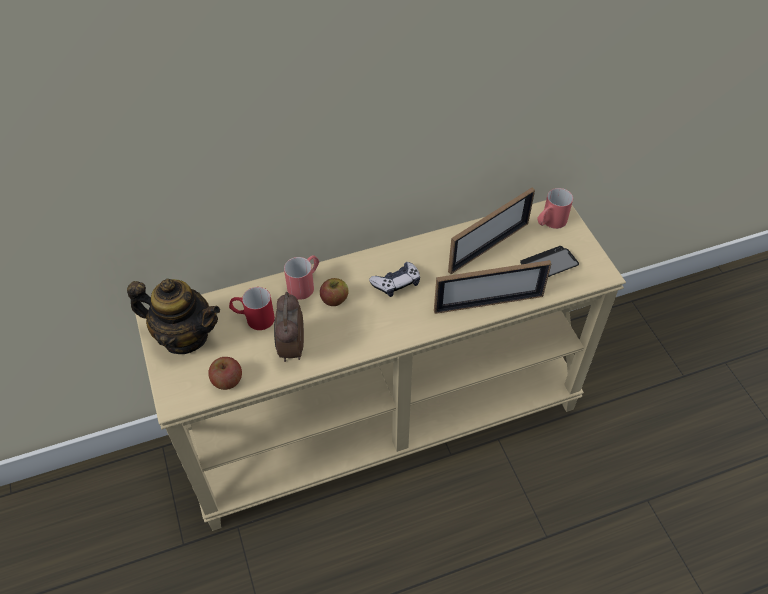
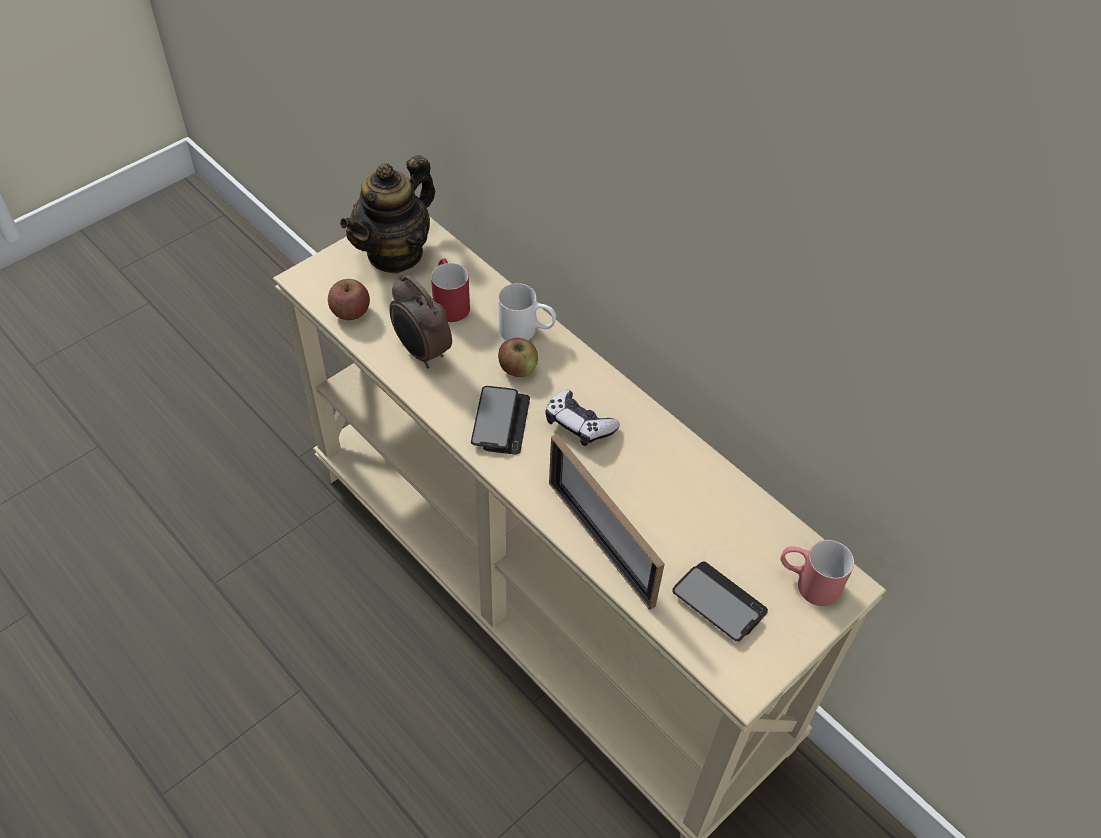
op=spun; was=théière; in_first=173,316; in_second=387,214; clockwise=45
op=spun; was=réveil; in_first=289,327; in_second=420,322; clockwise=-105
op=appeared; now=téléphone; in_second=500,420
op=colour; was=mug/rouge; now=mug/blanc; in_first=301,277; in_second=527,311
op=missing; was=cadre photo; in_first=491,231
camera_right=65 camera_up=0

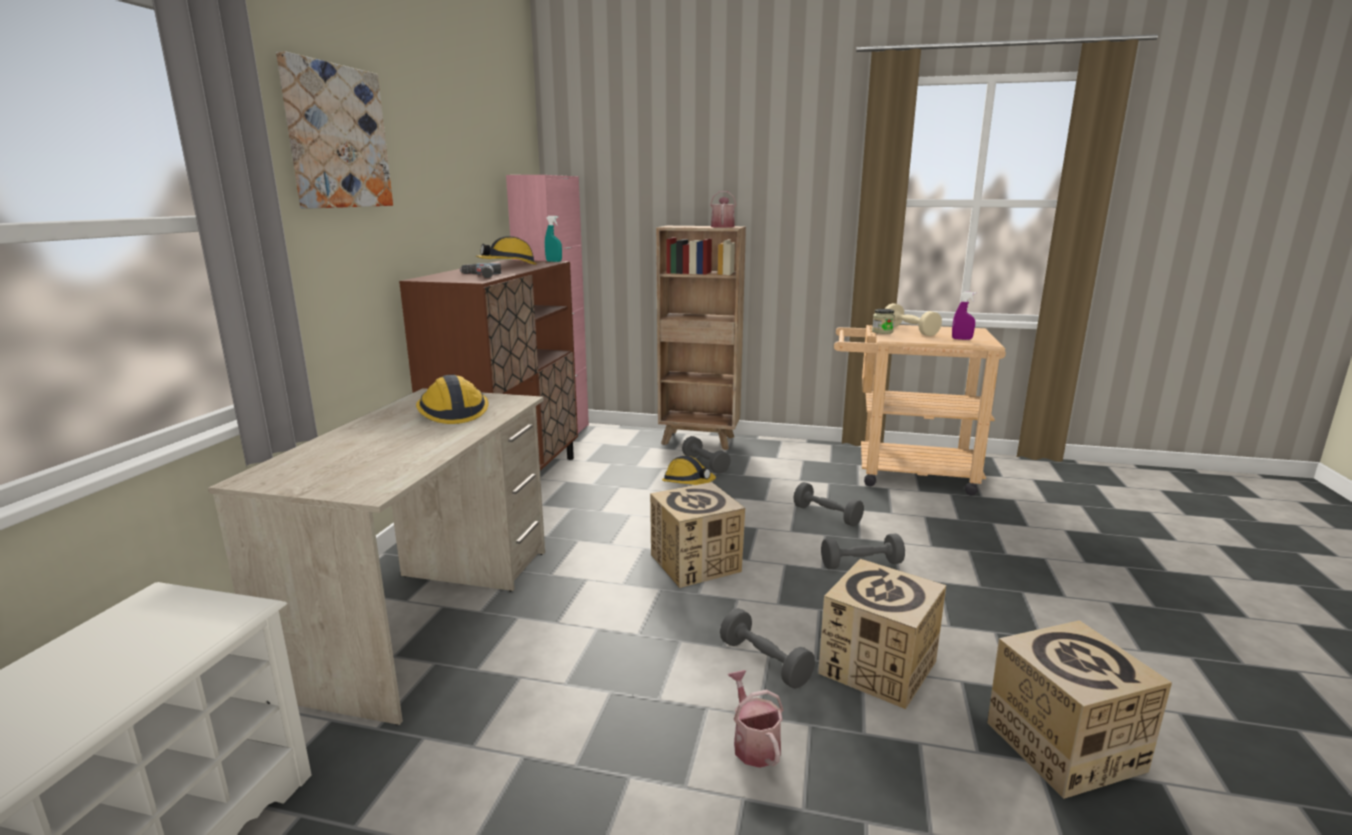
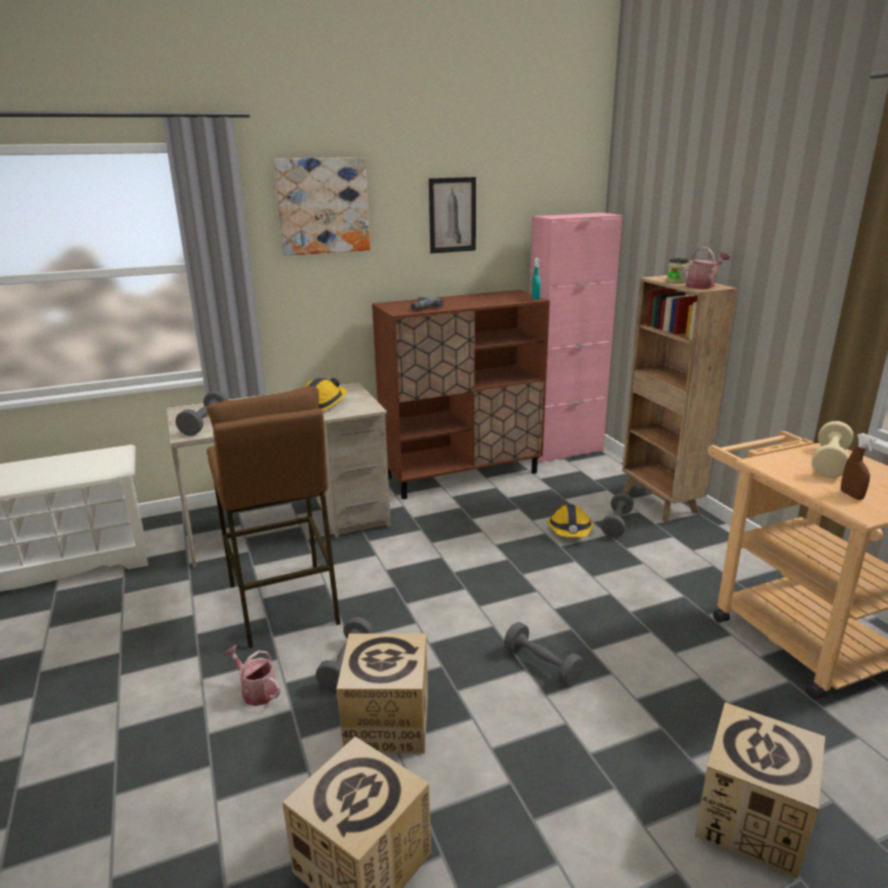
op=relocated; was=haltère/gris; in_first=828,504; in_second=202,413
op=appeared; now=tabouret/marron; in_second=273,517
op=spun; was=arrosoir; in_first=755,719; in_second=252,675; clockwise=-90
op=appeared; now=tableau; in_second=452,215
op=relocated; was=bocal; in_first=883,321; in_second=678,271
op=relocated; was=carton; in_first=697,535; in_second=760,790
op=colour; was=vaporisateur/violet; now=vaporisateur/marron; in_first=964,316; in_second=858,466
op=missing; was=casque de chantier; in_first=506,250
camera_right=55 camera_up=5

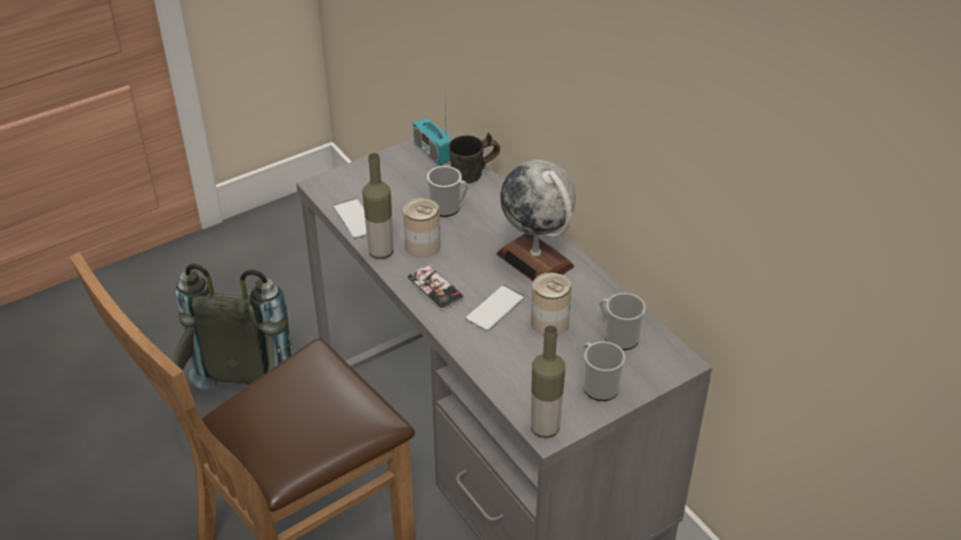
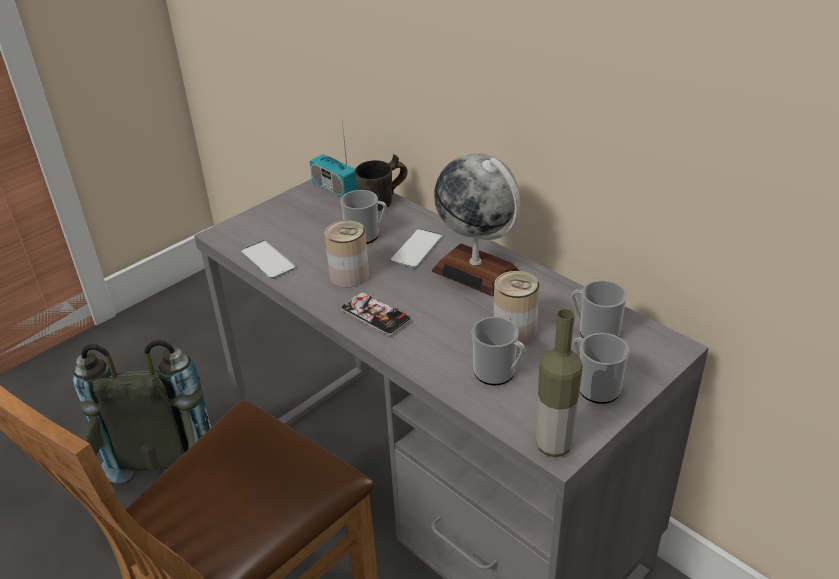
op=relocated; was=téléphone; in_first=495,308; in_second=416,248
op=appeared; now=mug; in_second=499,351
op=missing; was=bouteille; in_first=378,206
camera_right=-10 camera_up=-5

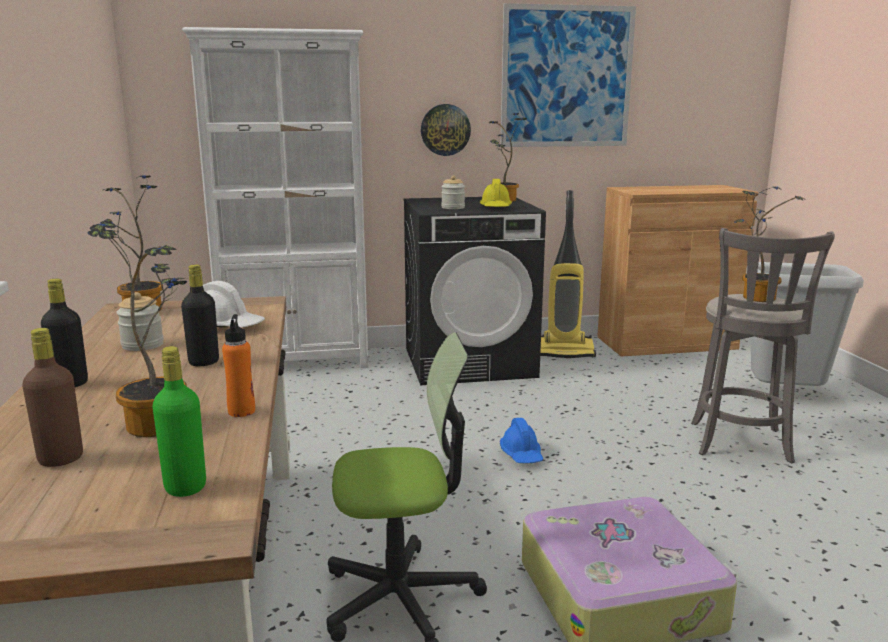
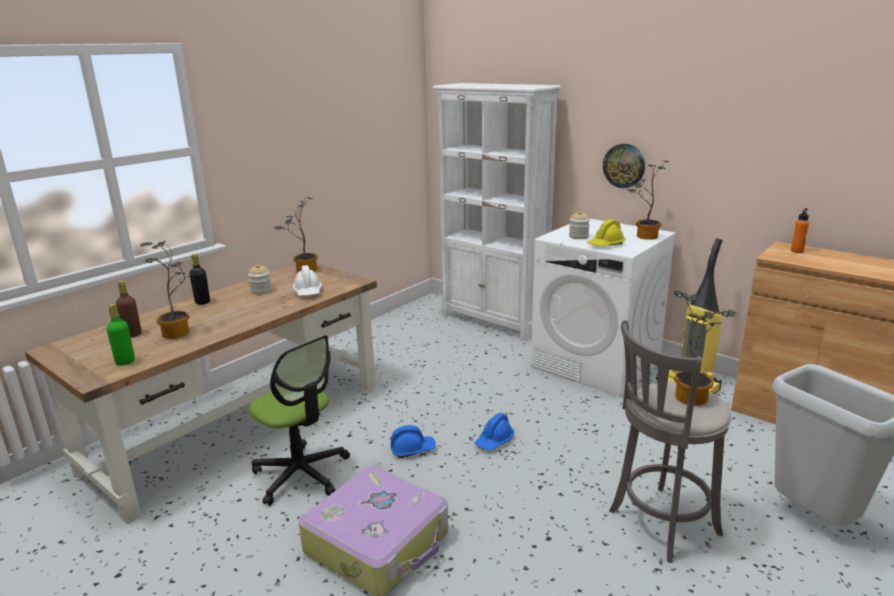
op=appeared; now=casque de chantier/bleu; in_second=413,441
op=colour; was=lave-linge/noir; now=lave-linge/blanc; in_first=475,291; in_second=603,308
op=relocated; was=bouteille/orange; in_first=238,365; in_second=800,230
op=missing; was=bouteille/noir; in_first=200,315
op=missing; was=tableau; in_first=568,75
camera_right=50 camera_up=5

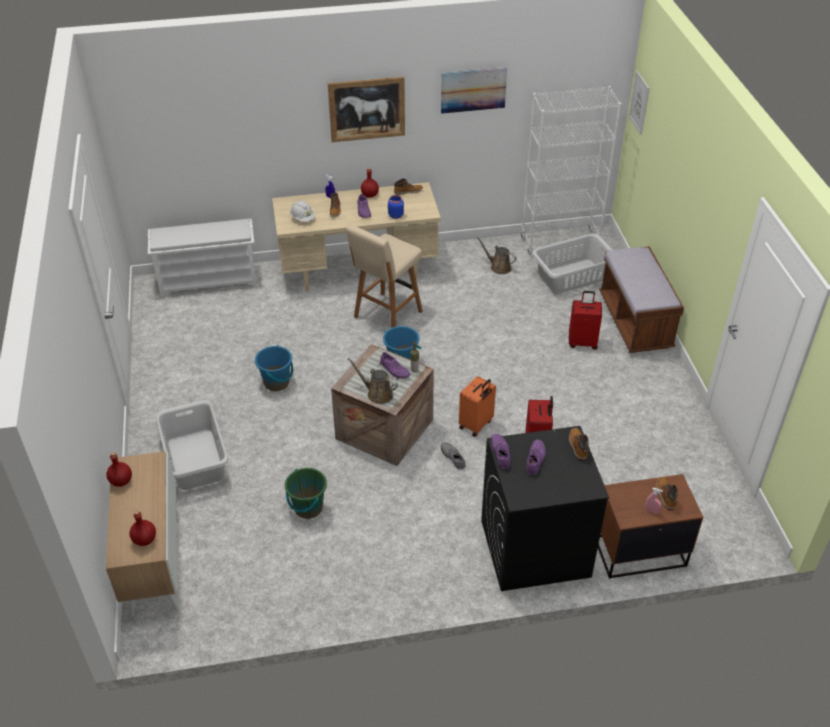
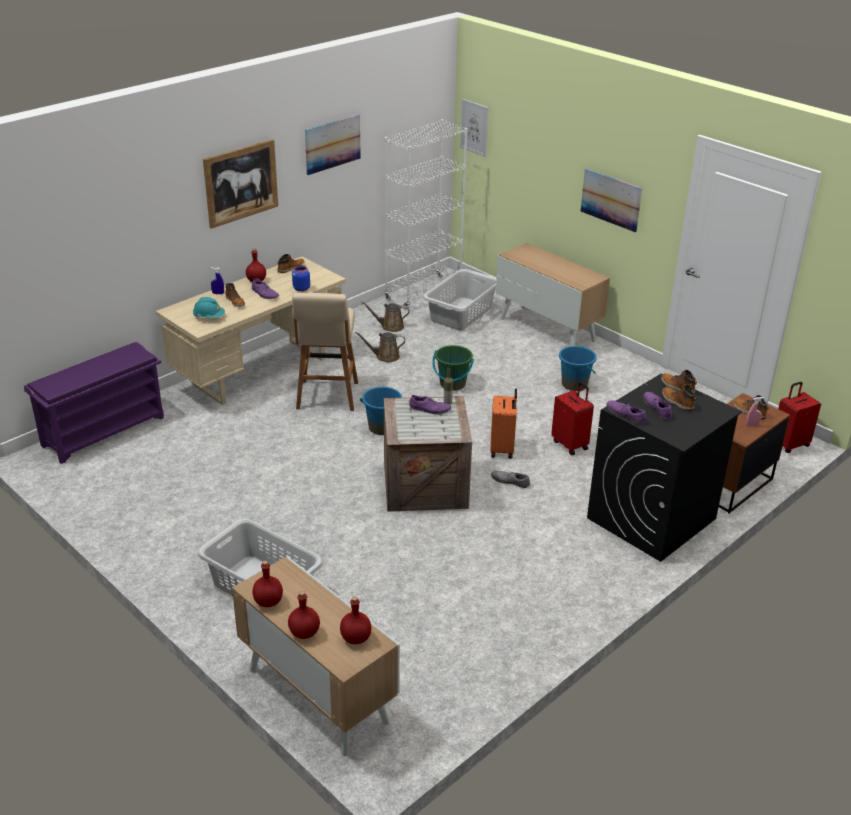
op=colour; was=étagère à chaussures/blanc; now=étagère à chaussures/violet; in_first=202,258; in_second=94,403
op=colour; was=casque de chantier/blanc; now=casque de chantier/turquoise; in_first=302,211; in_second=209,307
op=appeared; now=bouteille/rouge; in_second=304,615
op=relocated; was=arrosoir/marron; in_first=372,381; in_second=380,347
op=relocated; was=seau/vert; in_first=306,493; in_second=453,368
op=exchanged; was=banc/marron; now=meuble de rangement; in_first=641,299; in_second=553,294
op=relocated; was=seau/bleu; in_first=274,368; in_second=578,368
op=appeared; now=tableau; in_second=611,200
op=appeared; now=botte; in_second=679,398
op=relocated; was=valise/rouge; in_first=585,320; in_second=799,417
camera_right=-35 camera_up=-10

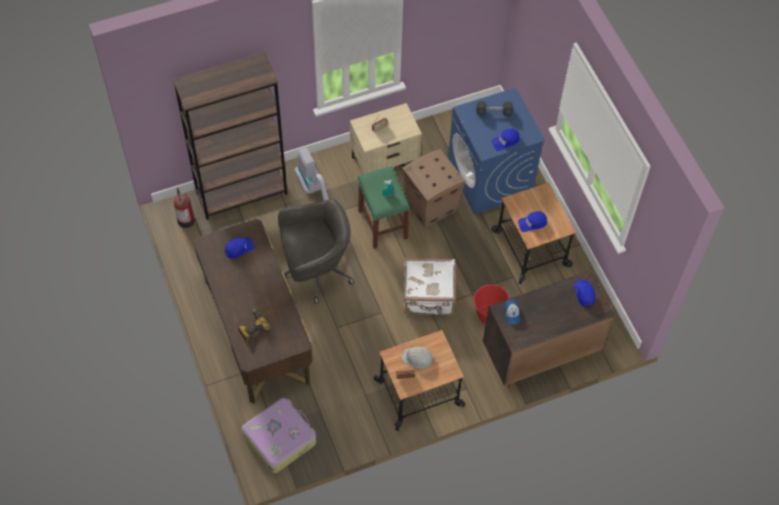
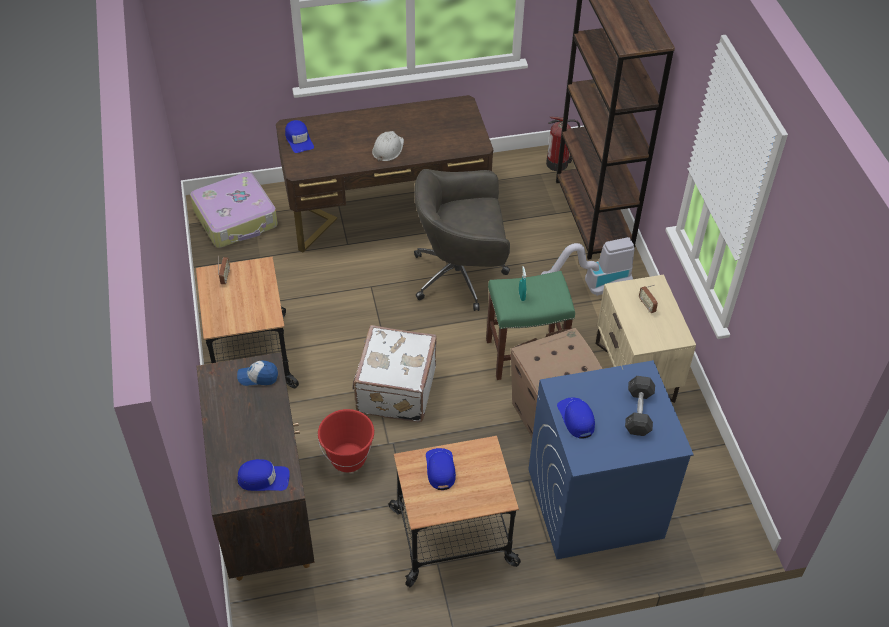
op=relocated; was=casquette/bleu; in_first=239,248; in_second=299,136
op=relocated; was=casque de chantier/blanc; in_first=418,358; in_second=388,146
op=spun; was=chaise de bureau/gris; in_first=316,251; in_second=462,240; clockwise=90
op=missing; was=perceuse; in_first=254,325
camera_right=100 camera_up=-10

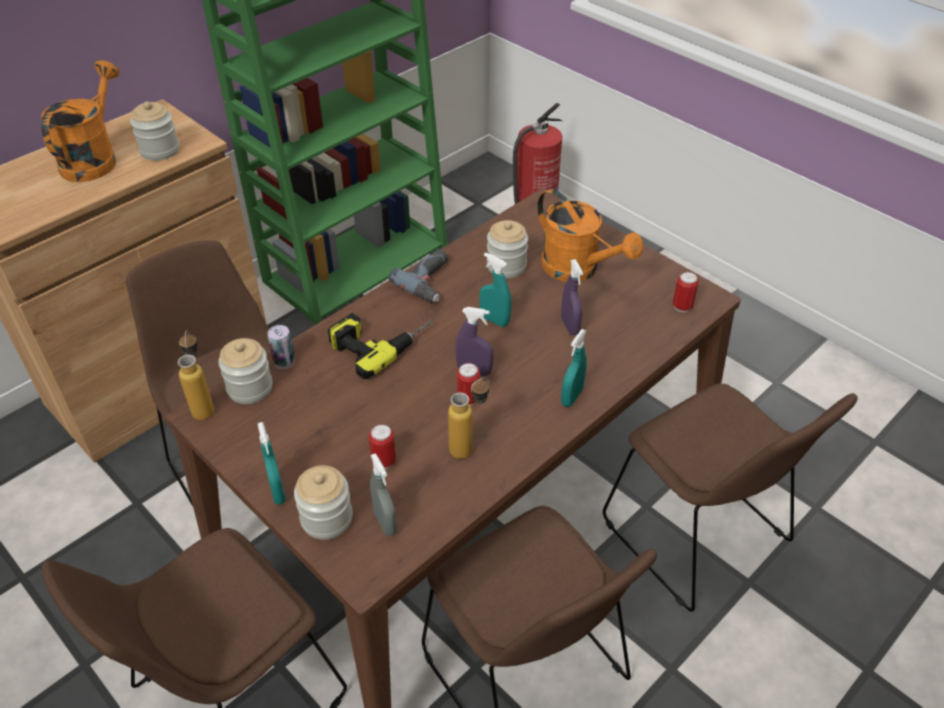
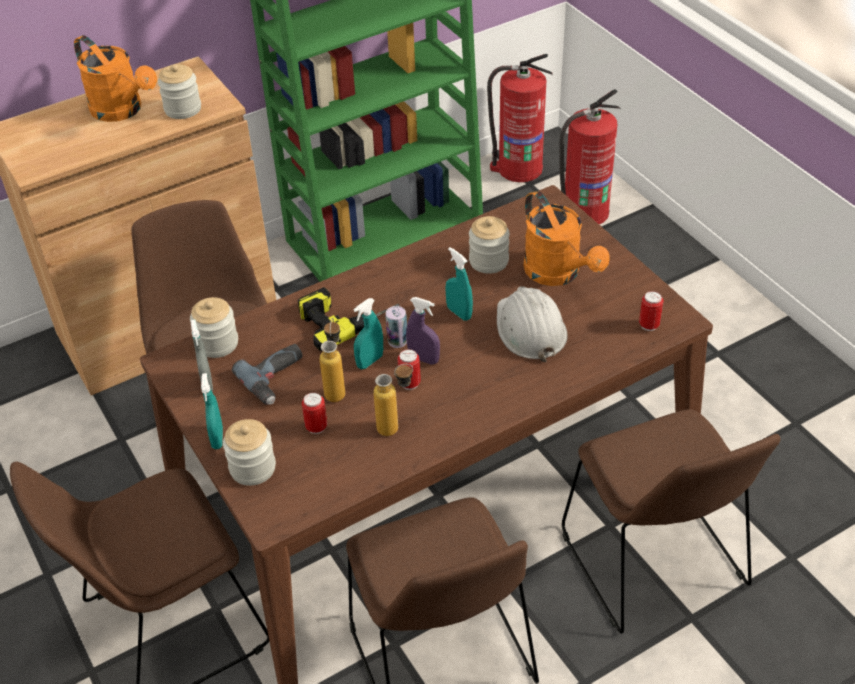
op=spun; was=arrosoir/orange; in_first=80,121; in_second=115,78; clockwise=105
op=relocated; was=vaporisateur/gris; in_first=383,494; in_second=202,355
op=relocated; was=perceuse; in_first=418,276; in_second=267,374
op=relocated; was=bouteille; in_first=196,375; in_second=332,360
op=relocated; was=vaporisateur/turquoise; in_first=574,368; in_second=368,333
op=relocated; was=boîte métallique; in_first=281,347; in_second=396,327
op=appeared; now=extincteur; in_second=520,118
op=exchanged; was=vaporisateur/violet; now=casque de chantier/blanc; in_first=572,297; in_second=532,324
camera_right=15 camera_up=0

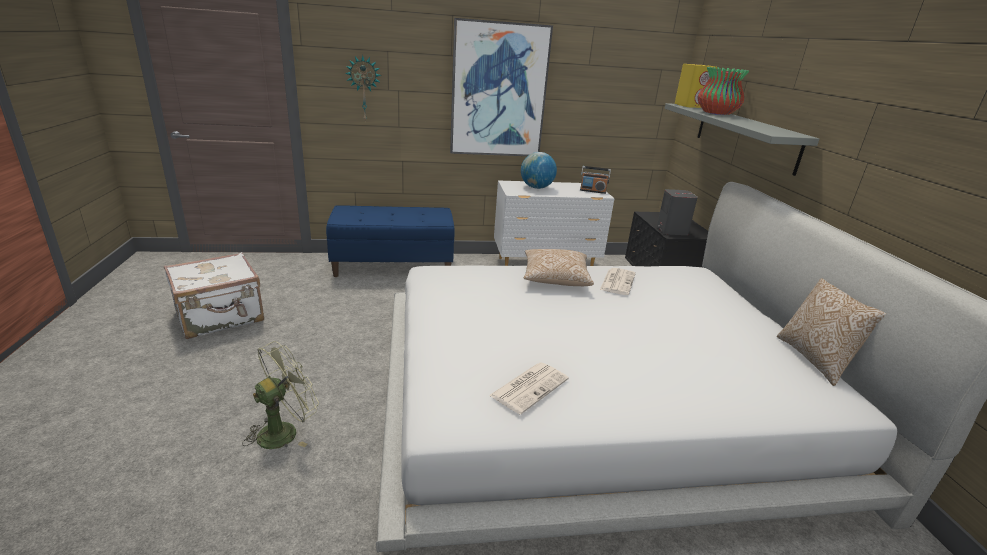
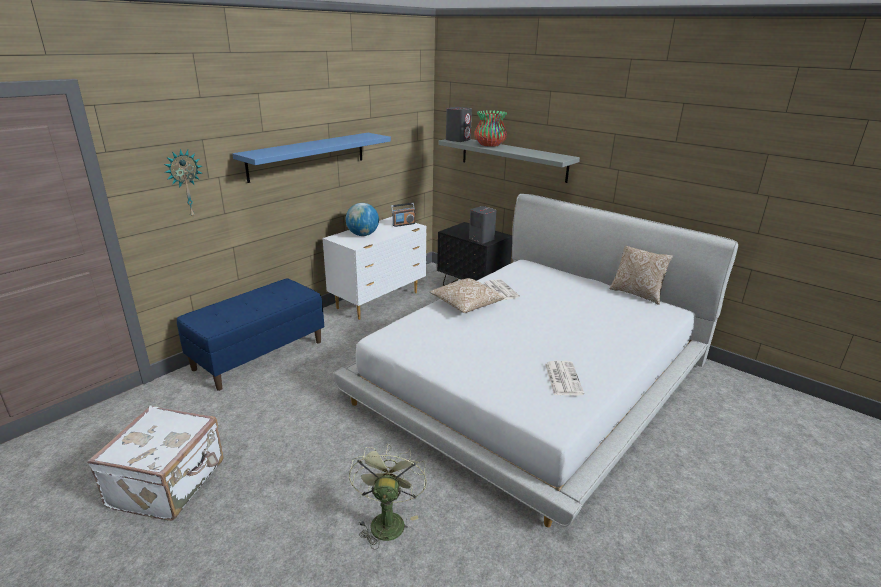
op=exchanged; was=tableau; now=étagère/bleu; in_first=501,87; in_second=311,158
op=colour; was=enceinte/jaune; now=enceinte/gris; in_first=696,86; in_second=459,124
camera_right=-40 camera_up=0

